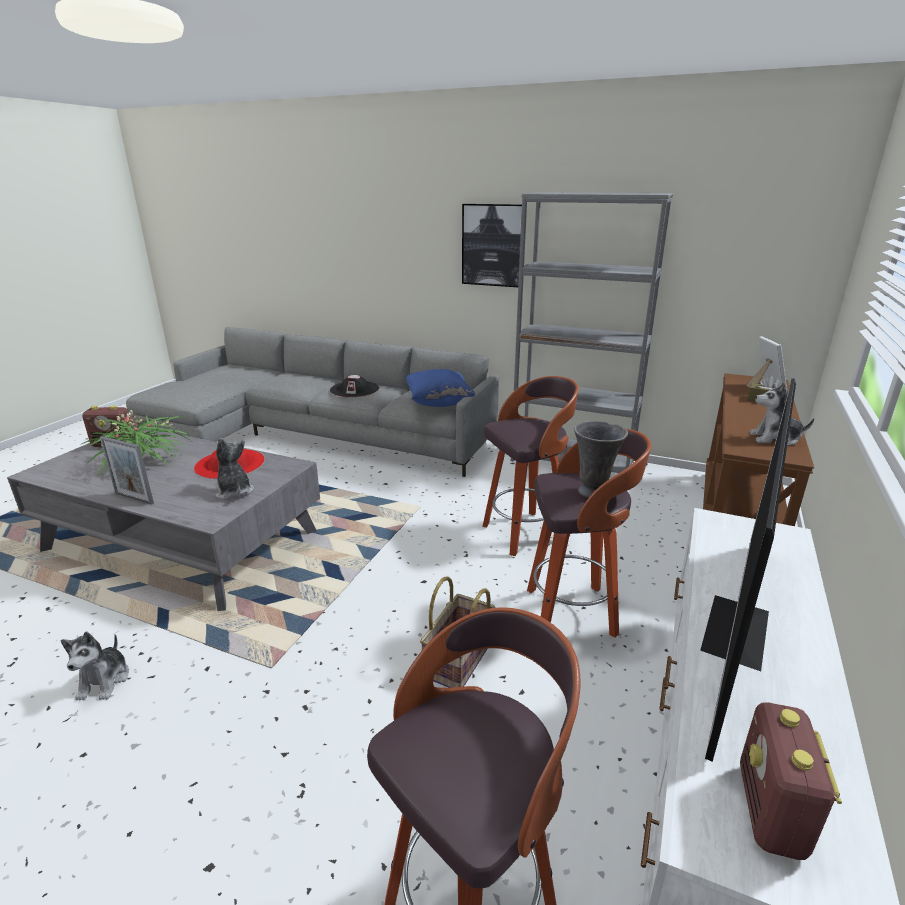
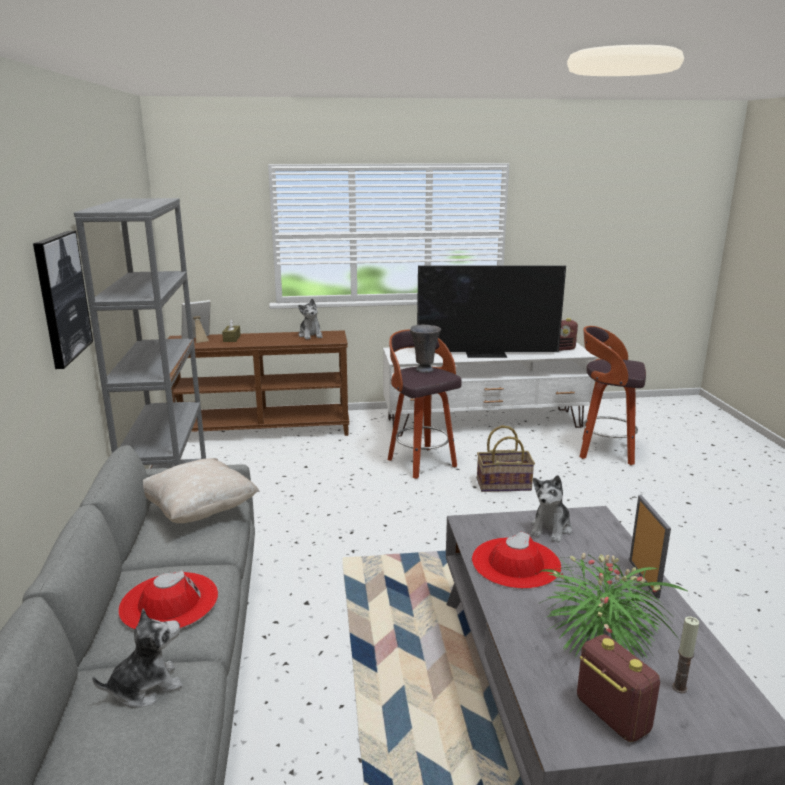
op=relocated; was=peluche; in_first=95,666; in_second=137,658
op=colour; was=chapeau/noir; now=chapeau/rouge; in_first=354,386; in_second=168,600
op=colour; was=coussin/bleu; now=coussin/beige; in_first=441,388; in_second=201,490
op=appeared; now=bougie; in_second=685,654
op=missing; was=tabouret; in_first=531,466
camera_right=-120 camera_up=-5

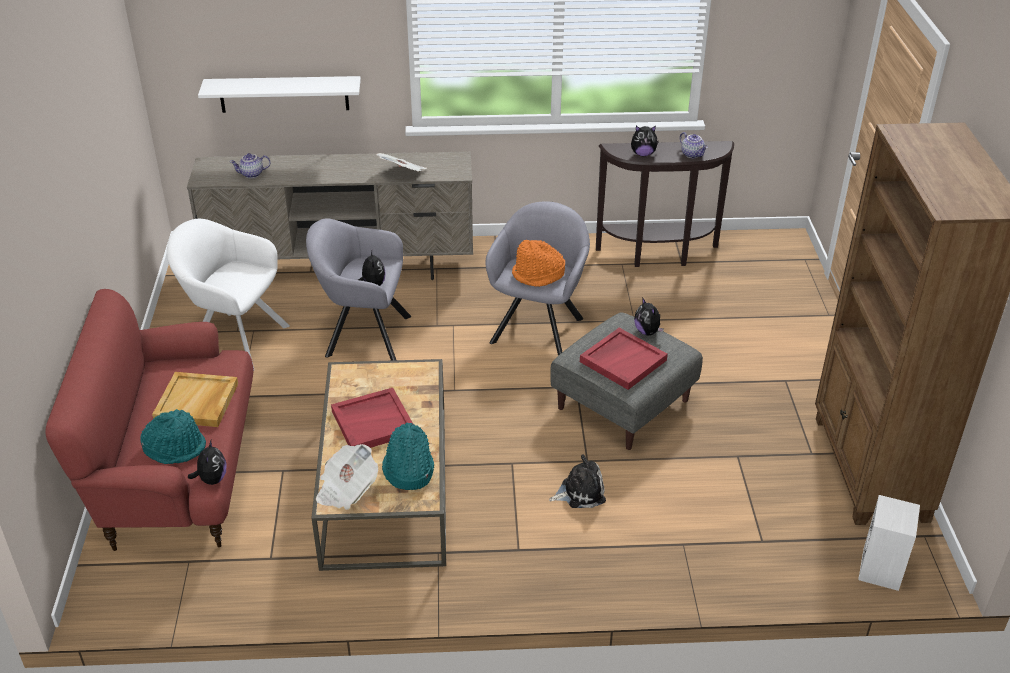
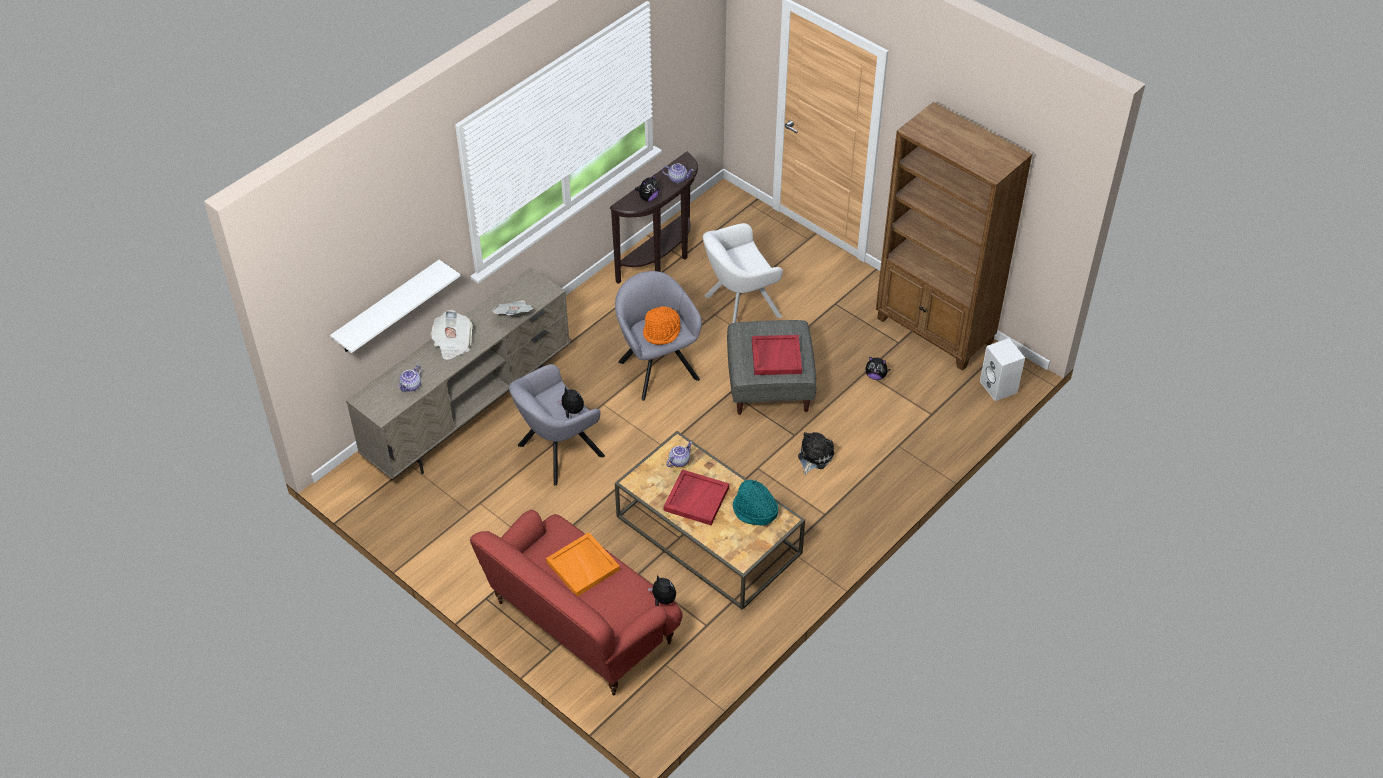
op=relocated; was=journal; in_first=347,477; in_second=451,335
op=colour; was=plateau/beige; now=plateau/orange; in_first=195,399; in_second=583,564
op=appeared; now=théière; in_second=679,454
op=relocated; was=fauteuil/blanc; in_first=228,293; in_second=743,273
op=relocated; was=peluche; in_first=649,316; in_second=878,368
op=missing; was=chapeau/turquoise; in_first=173,436
camera_right=-45 camera_up=10

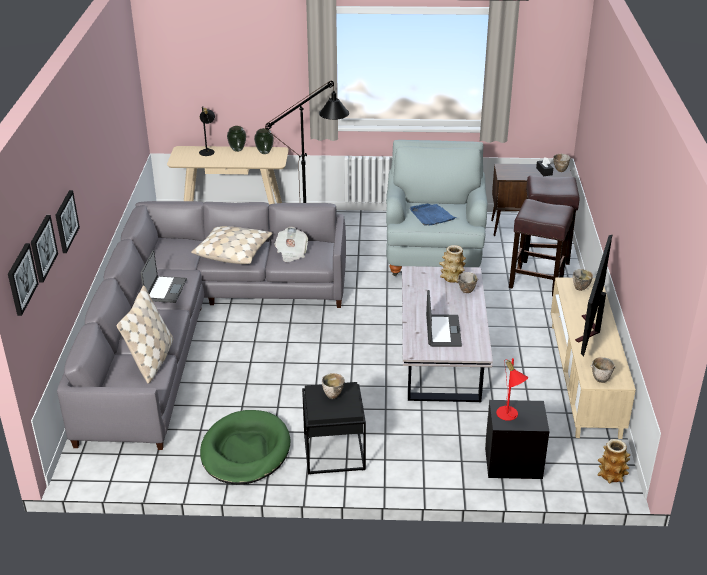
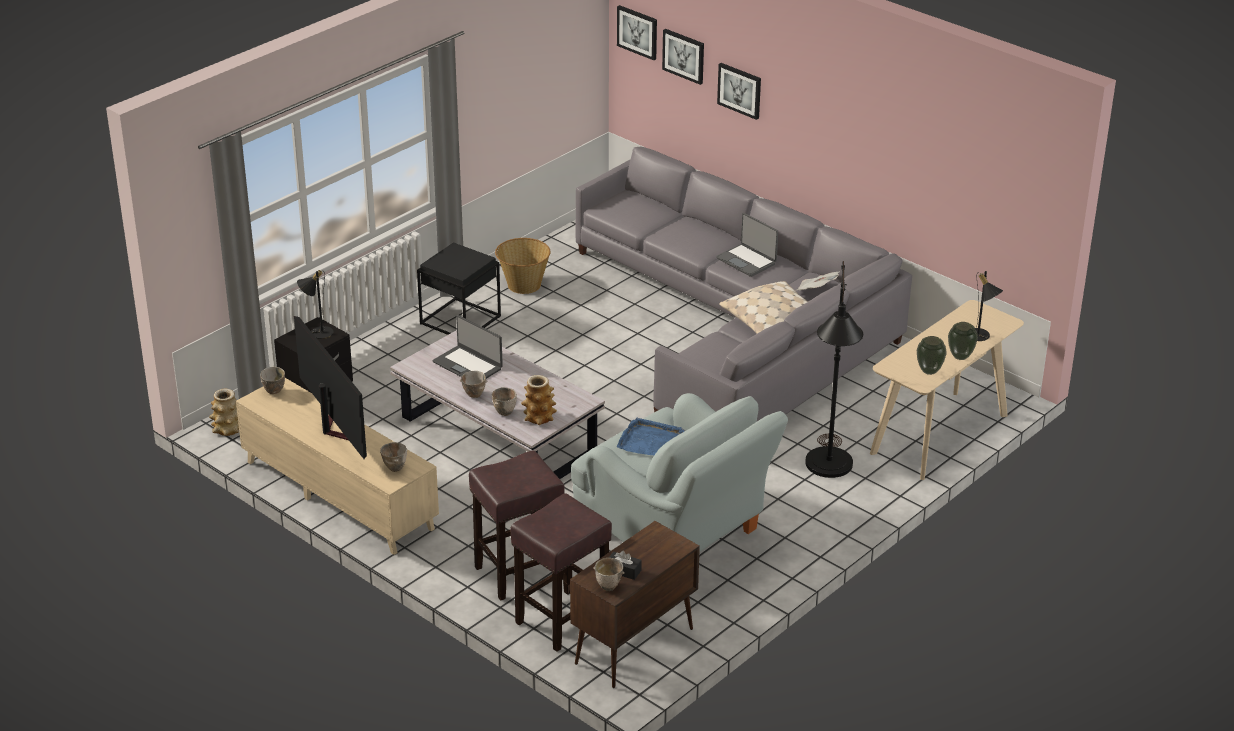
op=colour; was=lampe de table/rouge; now=lampe de table/noir; in_first=512,389; in_second=315,304
op=relocated; was=bol; in_first=333,386; in_second=473,384
op=exchanged; was=panier pour chien/vert; now=panier; in_first=245,447; in_second=523,266
op=relocated; was=journal; in_first=291,244; in_second=818,280
op=missing; was=coussin/beige; in_first=144,334
camera_right=130 camera_up=0

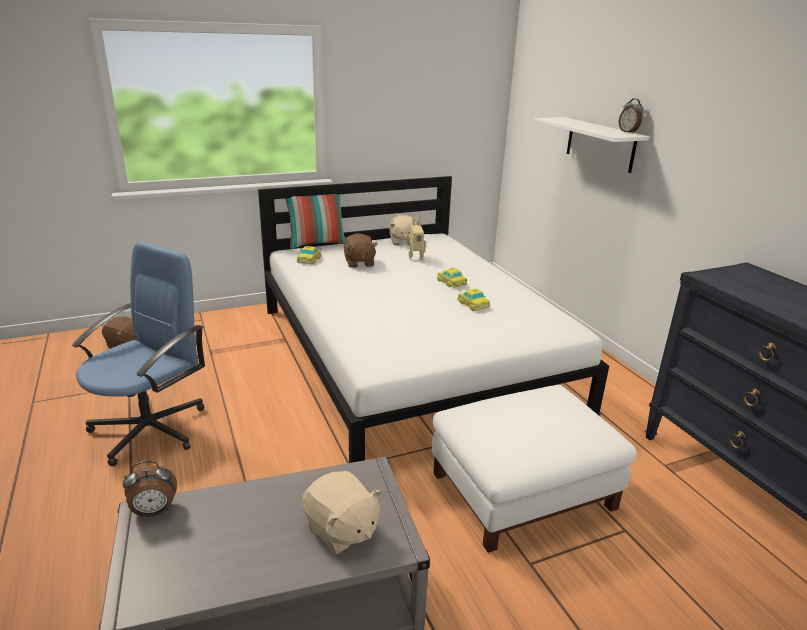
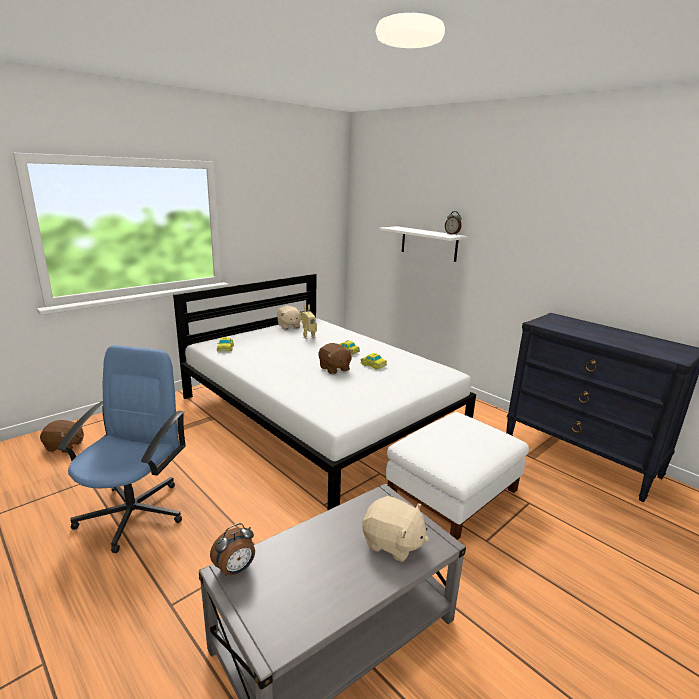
op=relocated; was=peluche/marron; in_first=361,250; in_second=336,358
op=missing; was=coussin; in_first=315,222
camera_right=-20 camera_up=-5

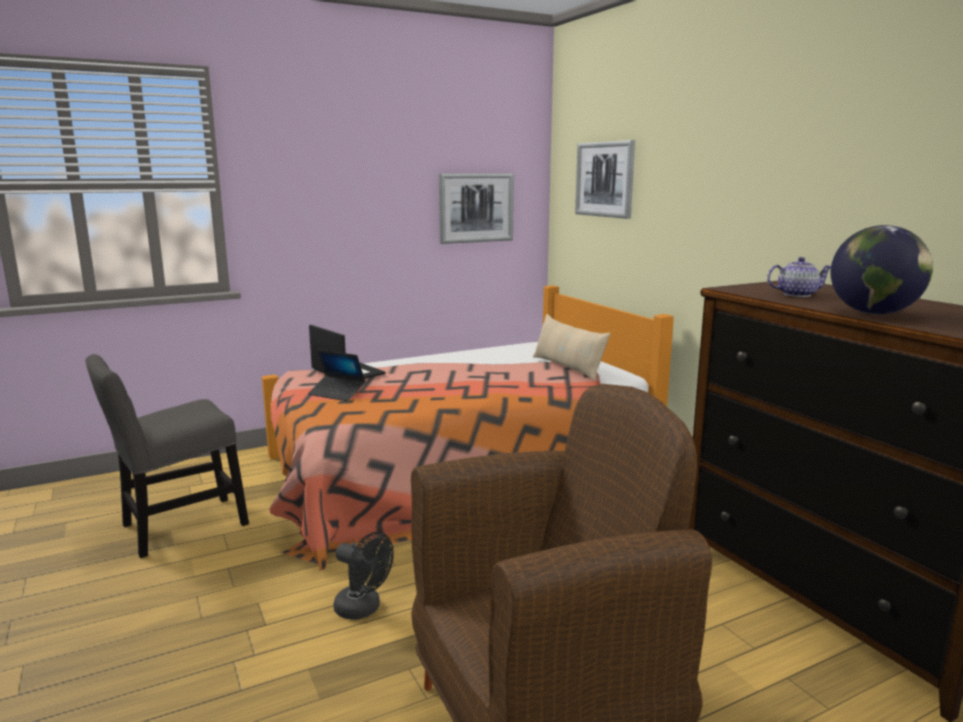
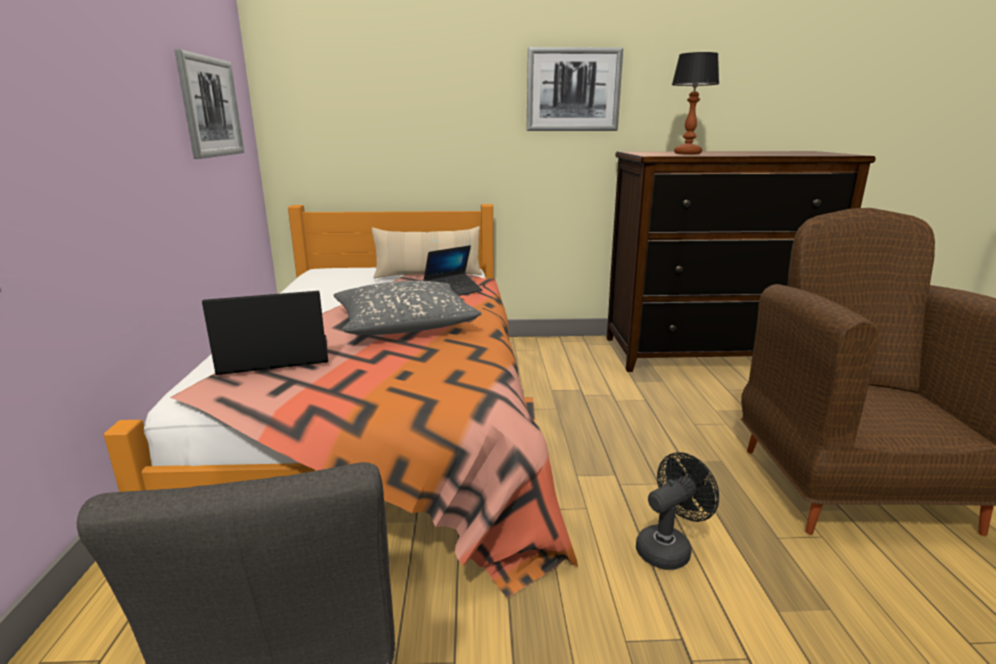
op=appeared; now=coussin/gris; in_second=408,308
op=relocated; was=ordinateur portable; in_first=336,375; in_second=452,270
op=relocated; was=tableau; in_first=605,179; in_second=575,89
op=exchanged; was=théière; now=lampe de table; in_first=799,277; in_second=695,103
op=missing; was=globe; in_first=882,270
camera_right=-65 camera_up=5

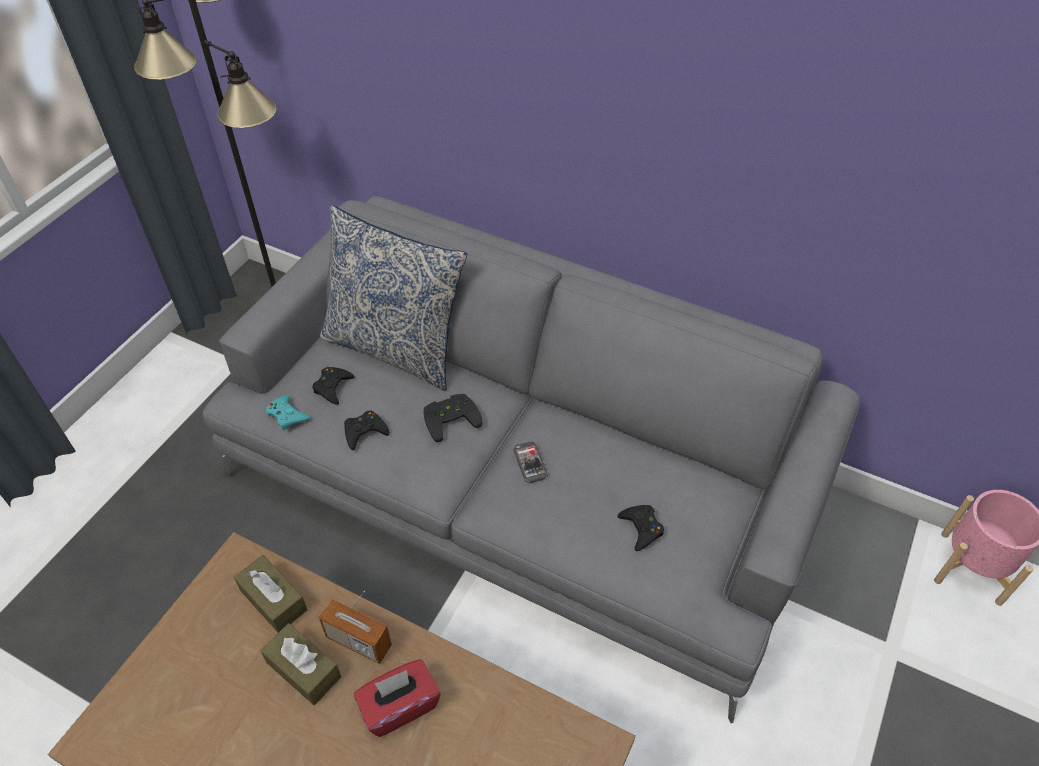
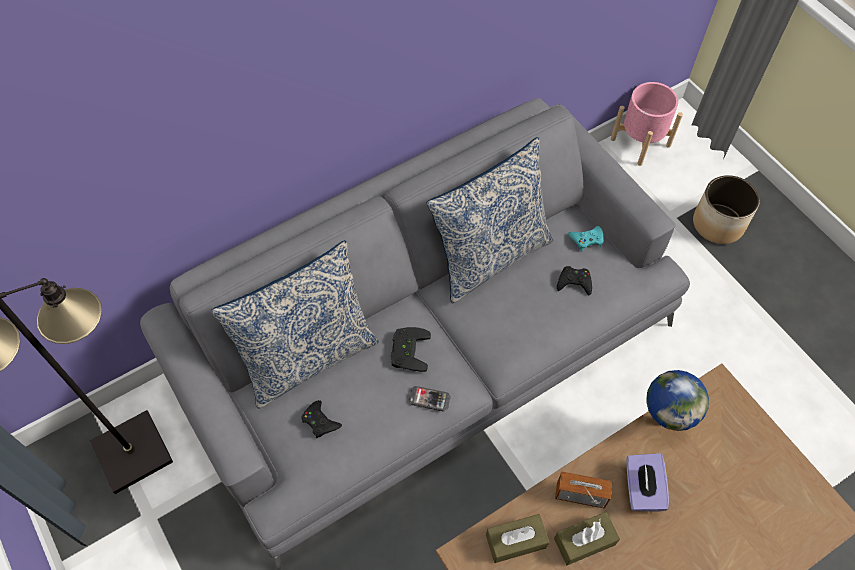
op=relocated; was=téléphone; in_first=530,462; in_second=429,399
op=appeared; now=coussin; in_second=490,220
op=spun; was=radio; in_first=355,627; in_second=583,490; clockwise=-135
op=relocated; was=manette/turquoise; in_first=288,413; in_second=586,238
op=colour; was=boîte à mouchoirs/rouge; now=boîte à mouchoirs/violet; in_first=397,698; in_second=647,482
op=appeared; now=globe; in_second=677,400
op=appeared; now=cache-pot; in_second=726,209
op=missing; was=manette/noir; in_first=366,430
camera_right=-60 camera_up=10

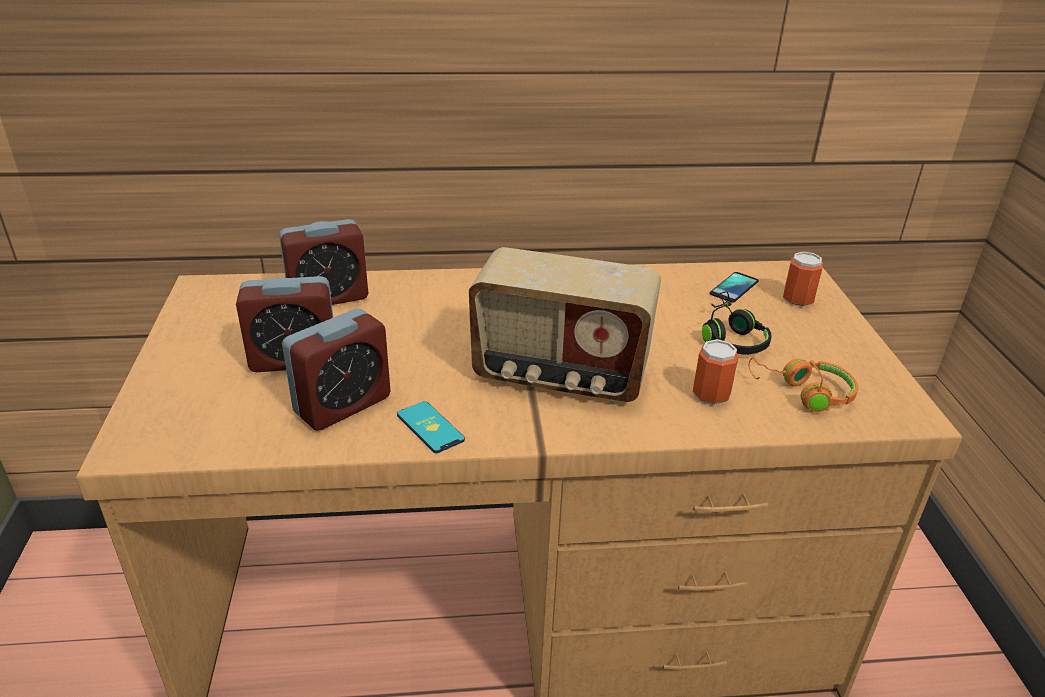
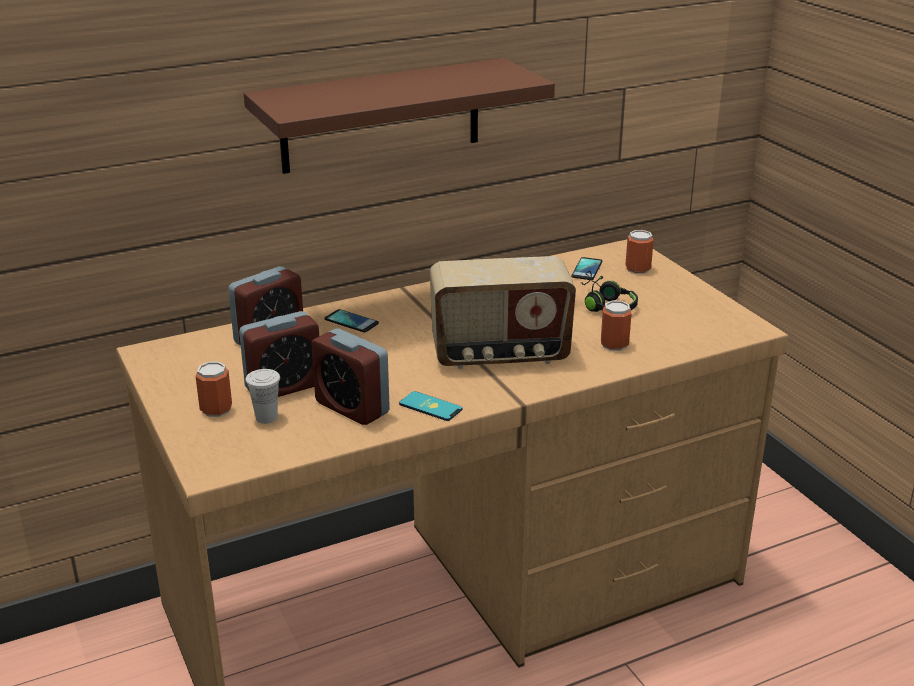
op=appeared; now=boîte métallique; in_second=213,389
op=appeared; now=étagère/marron; in_second=399,116
op=appeared; now=tasse/blanc; in_second=263,396
op=spun; was=réveil; in_first=336,370; in_second=350,376; clockwise=105
op=appeared; now=téléphone; in_second=351,320
op=missing; was=casque audio/orange; in_first=804,384
camera_right=-20 camera_up=-5

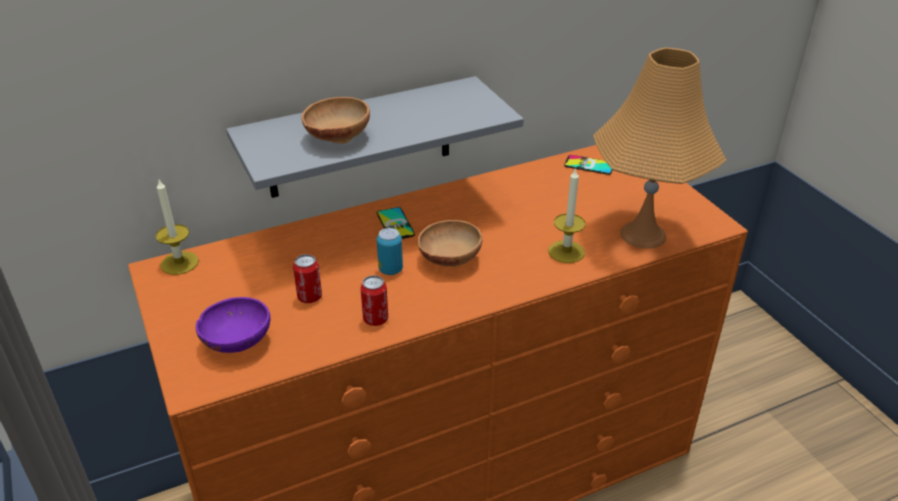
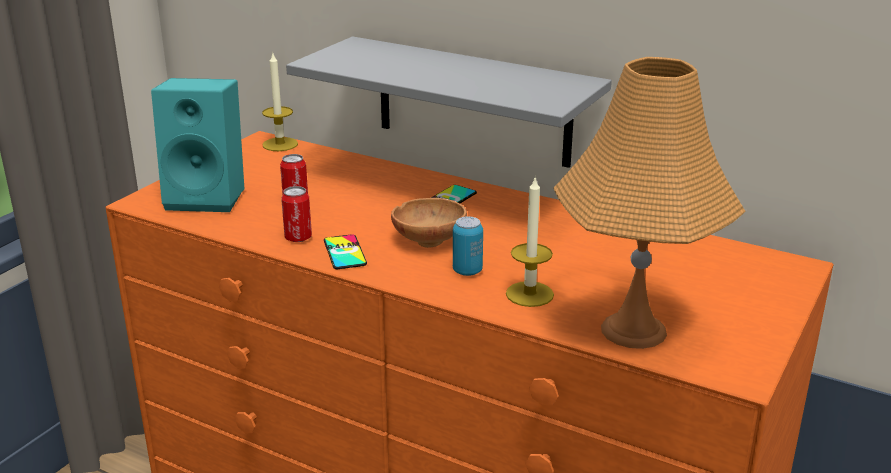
op=exchanged; was=bol/violet; now=enceinte/turquoise; in_first=233,325; in_second=197,145
op=relocated; was=téléphone; in_first=588,165; in_second=345,251
op=relocated; was=boîte métallique; in_first=390,251; in_second=468,246
op=missing; was=bol/marron; in_first=336,120
camera_right=55 camera_up=-10

